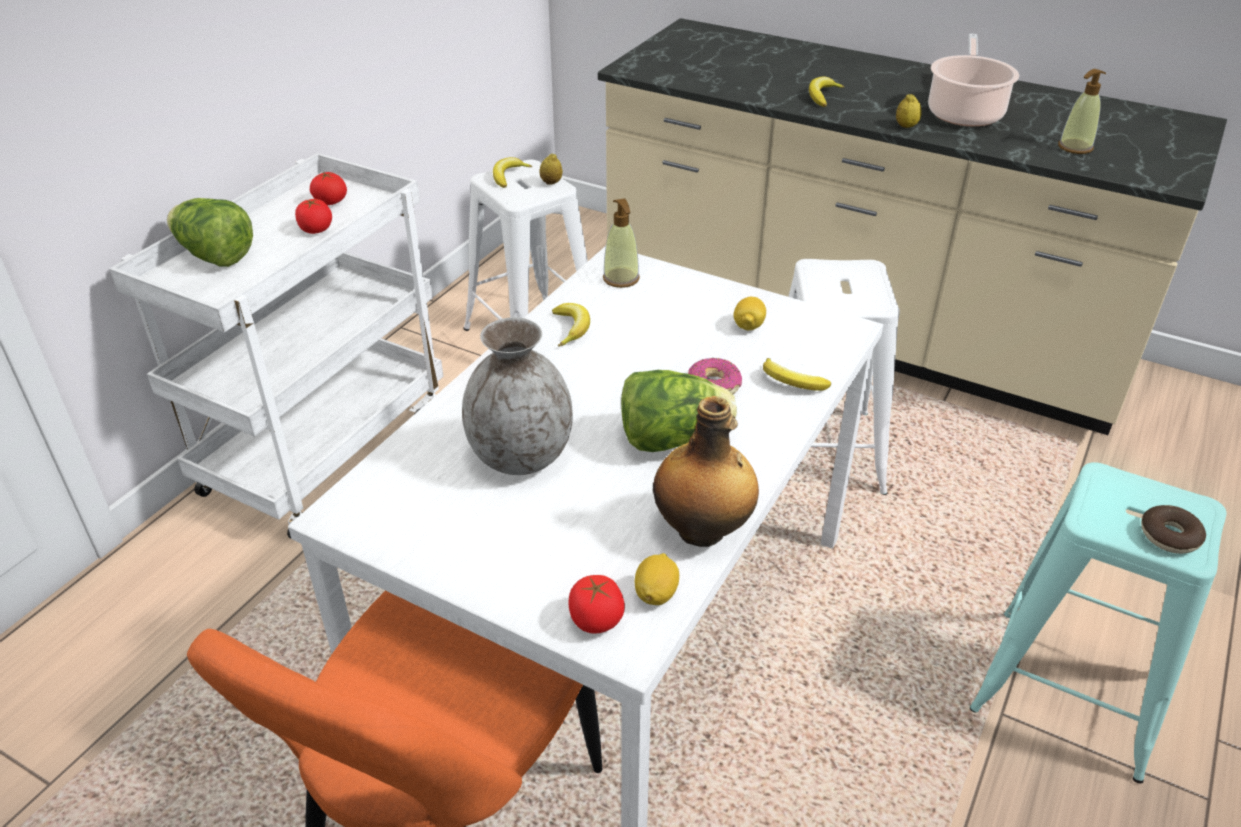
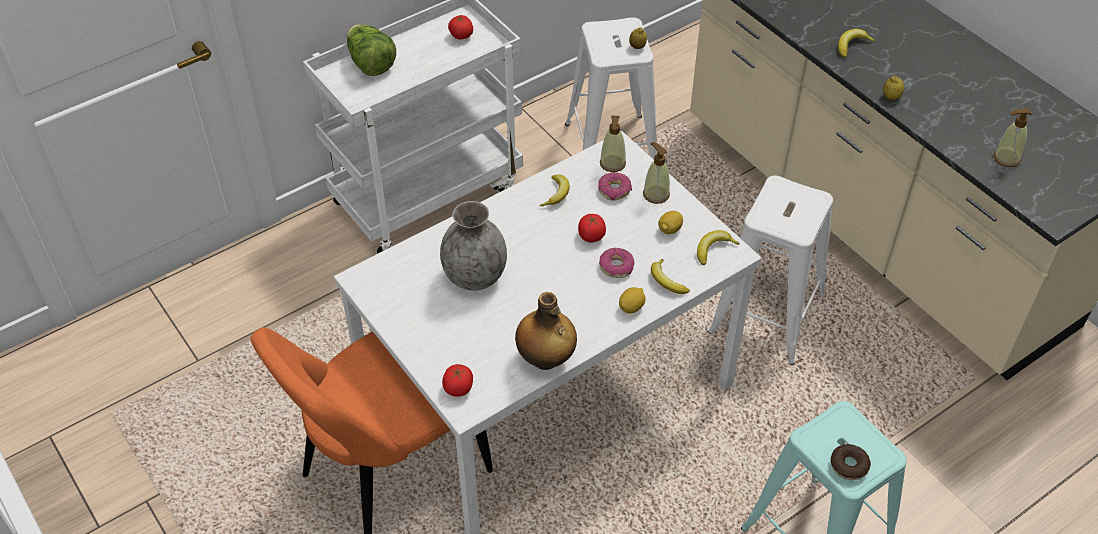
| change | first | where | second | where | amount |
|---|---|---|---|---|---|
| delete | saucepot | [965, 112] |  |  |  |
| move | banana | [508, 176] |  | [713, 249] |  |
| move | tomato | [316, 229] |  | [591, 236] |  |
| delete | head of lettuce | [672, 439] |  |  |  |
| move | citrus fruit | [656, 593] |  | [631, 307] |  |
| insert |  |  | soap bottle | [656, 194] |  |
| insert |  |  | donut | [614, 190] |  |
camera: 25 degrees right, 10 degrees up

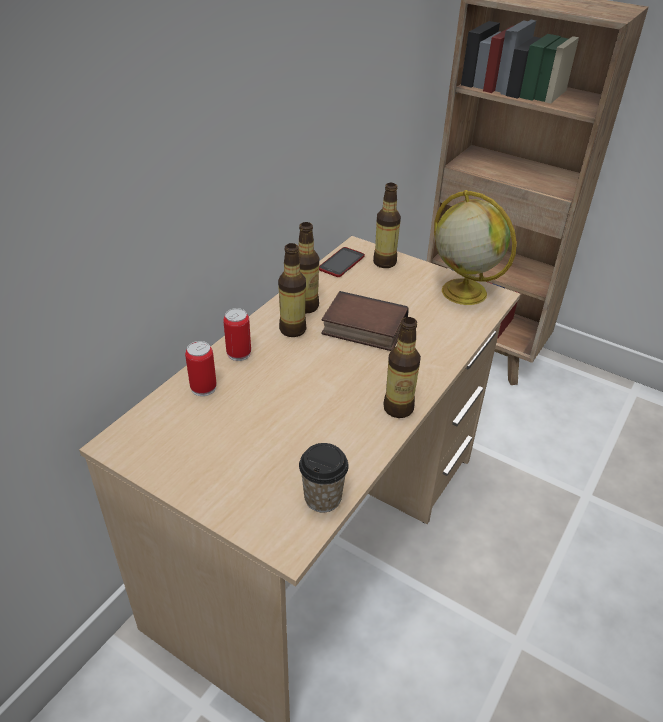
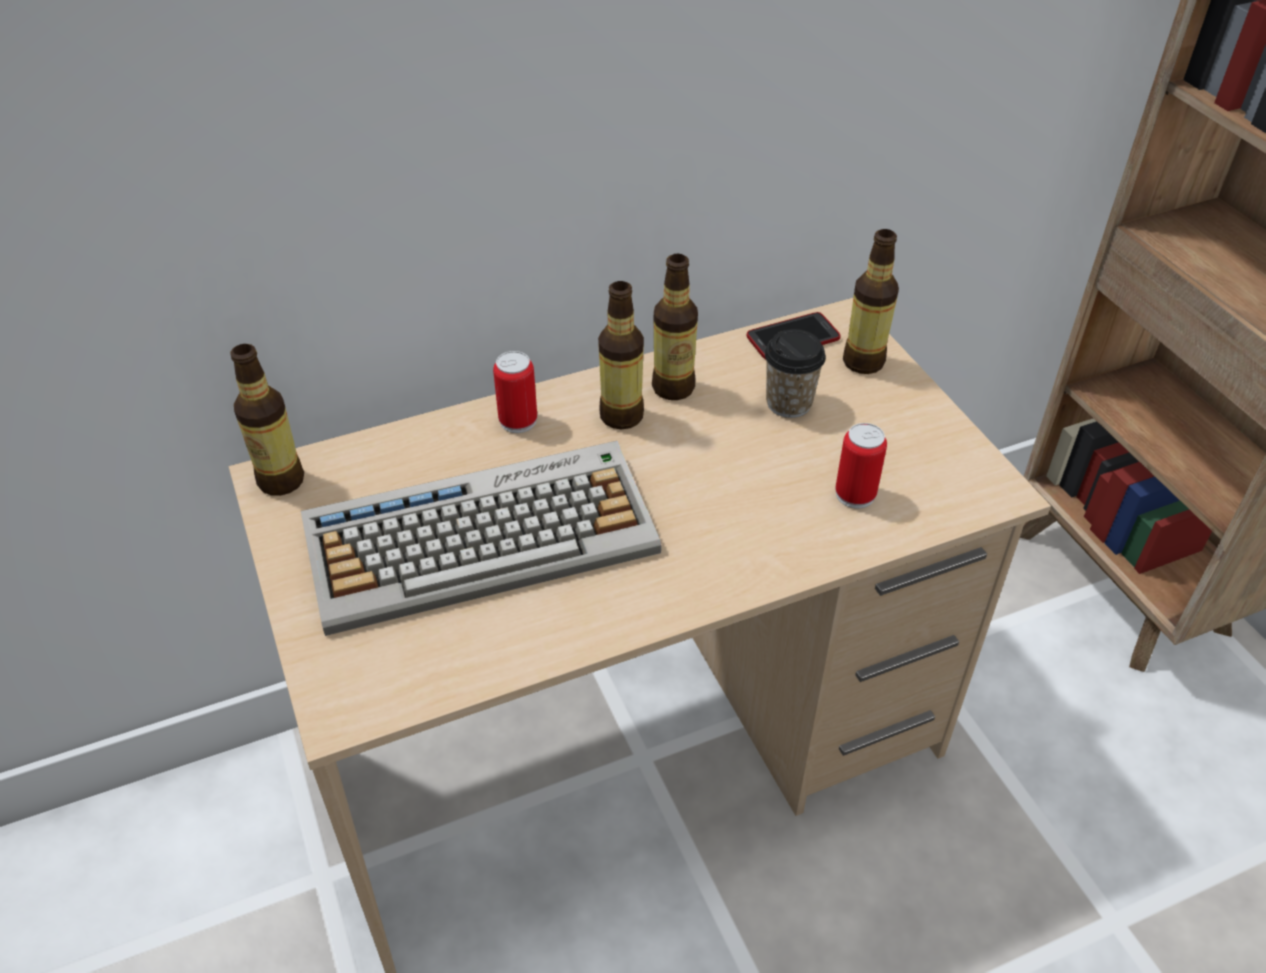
| change | first | where | second | where | amount |
|---|---|---|---|---|---|
| delete | globe | [462, 291] |  |  |  |
| delete | volume | [362, 328] |  |  |  |
| move | drink bottle | [398, 408] |  | [281, 481] |  |
| move | can | [203, 388] |  | [855, 494] |  |
| move | cup | [322, 498] |  | [789, 403] |  |
| insert |  |  | computer keyboard | [483, 536] |  |
camera: 35 degrees right, 5 degrees up

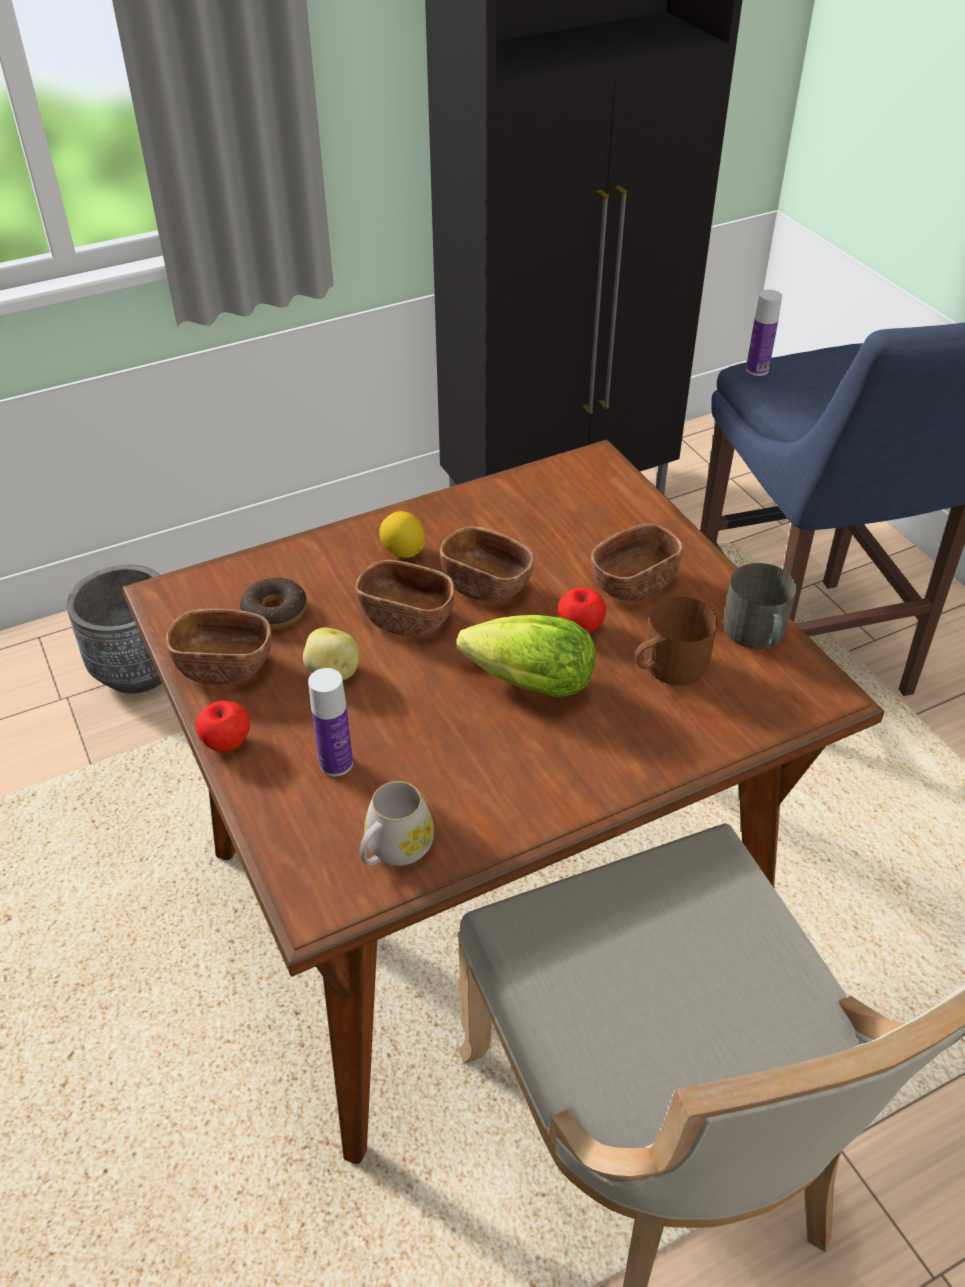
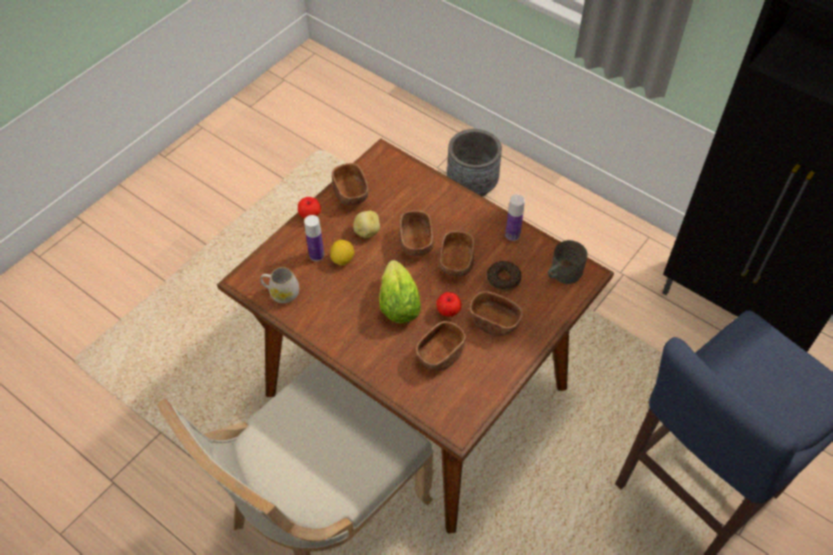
| change | first | where | second | where | amount |
|---|---|---|---|---|---|
| move | drink bottle | [757, 370] |  | [512, 235] |  |
| move | citrus fruit | [403, 552] |  | [342, 259] |  |
| move | gray tea mug | [756, 635] |  | [562, 273] |  |
| move | donut | [275, 612] |  | [503, 279] |  |
| replace | brown-coloured tea mug | [667, 667] | brown-coloured serving bowl | [440, 355] |  |
camera: 65 degrees right, 10 degrees up

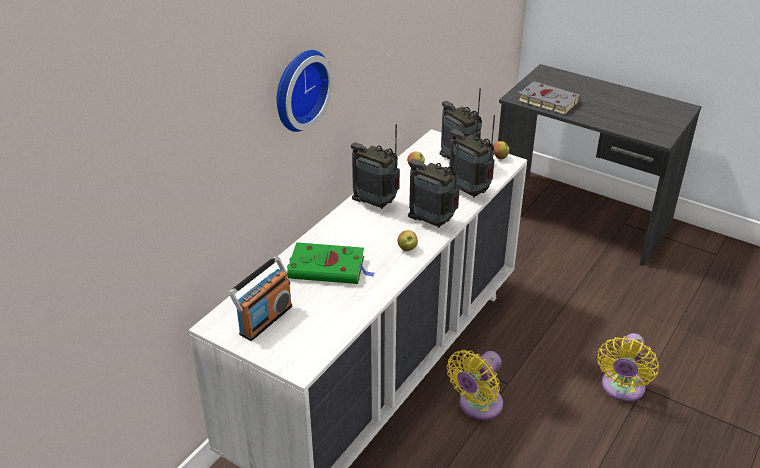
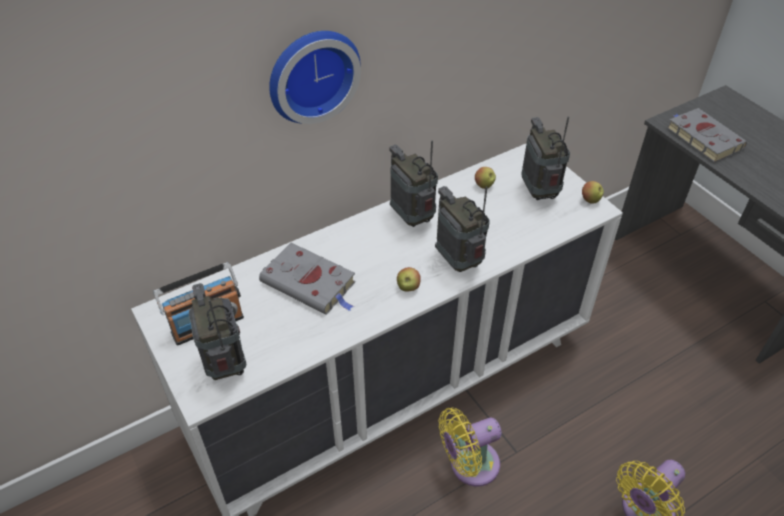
| change | first | where | second | where | amount |
|---|---|---|---|---|---|
| move | radio set | [470, 192] |  | [226, 366] |  |
| recolor | green-coloured volume | [329, 268] | gray volume | [310, 283] |  |
camera: 25 degrees right, 10 degrees up

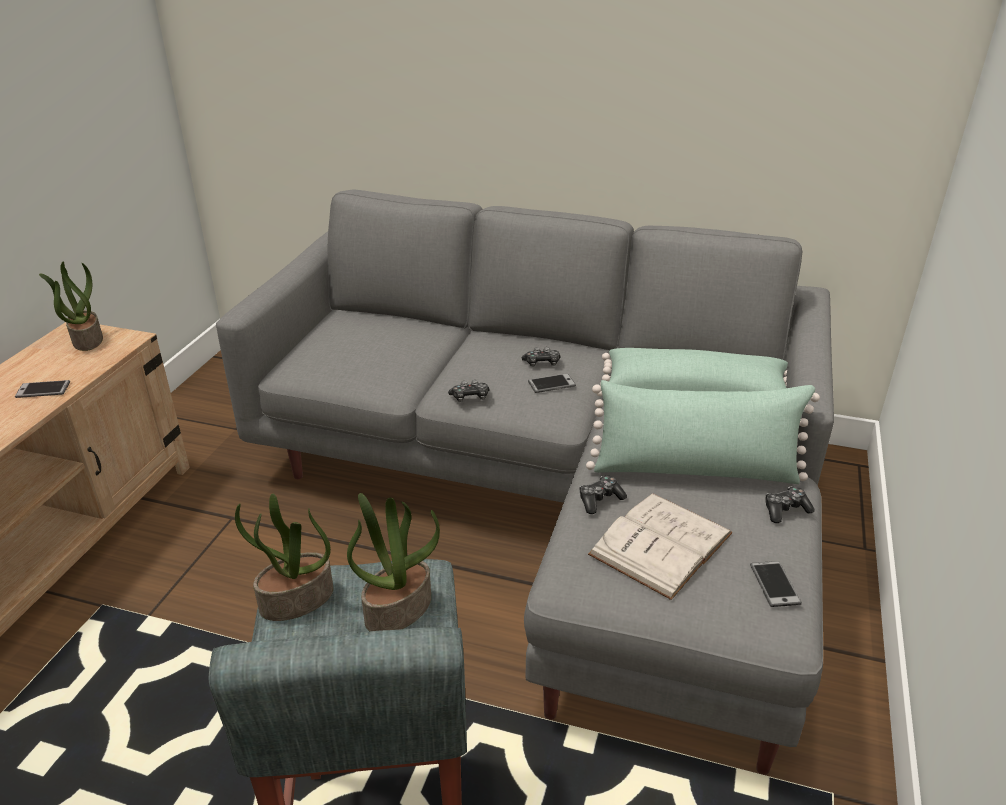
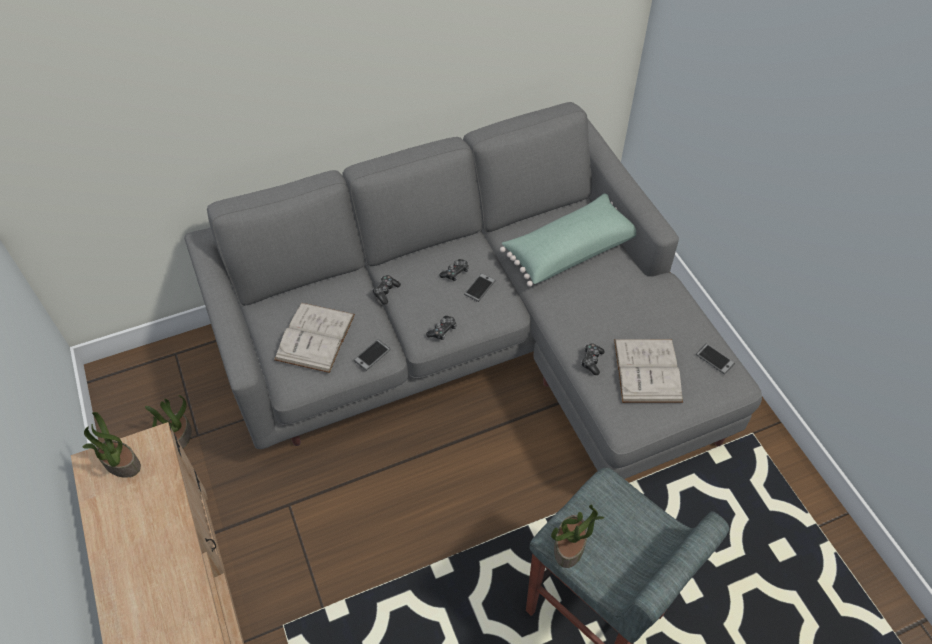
| change | first | where | second | where | amount |
|---|---|---|---|---|---|
| move | handset | [43, 390] |  | [372, 355] |  |
| delete | green-coloured cushion | [695, 470] |  |  |  |
| move | gamepad | [785, 510] |  | [385, 292] |  |
| move | potted plant | [398, 608] |  | [179, 435] |  |
| insert |  |  | whitish volume | [315, 337] |  |
camera: 40 degrees left, 20 degrees up

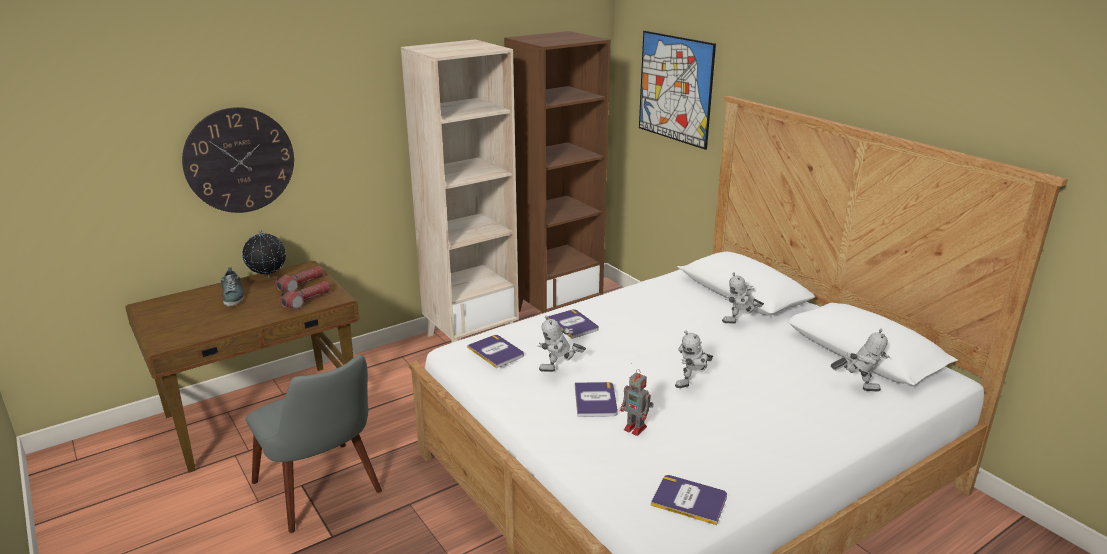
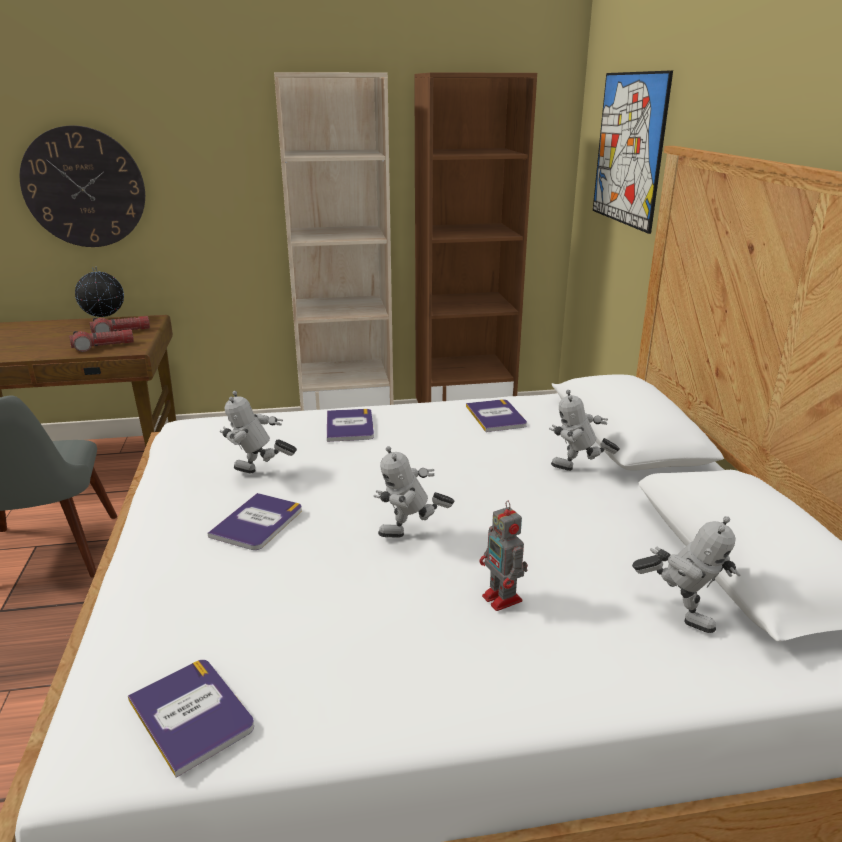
| change | first | where | second | where | amount |
|---|---|---|---|---|---|
| delete | item of footwear | [233, 296] |  |  |  |
| move | volume | [496, 352] |  | [496, 416] |  |
| move | toy robot | [636, 428] |  | [503, 599] |  |
camera: 25 degrees right, 0 degrees up

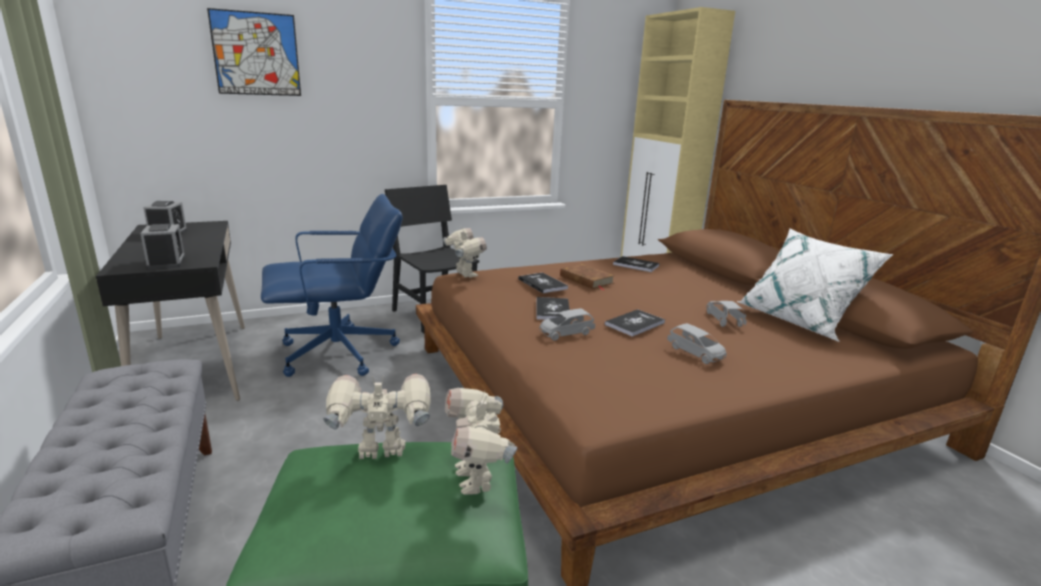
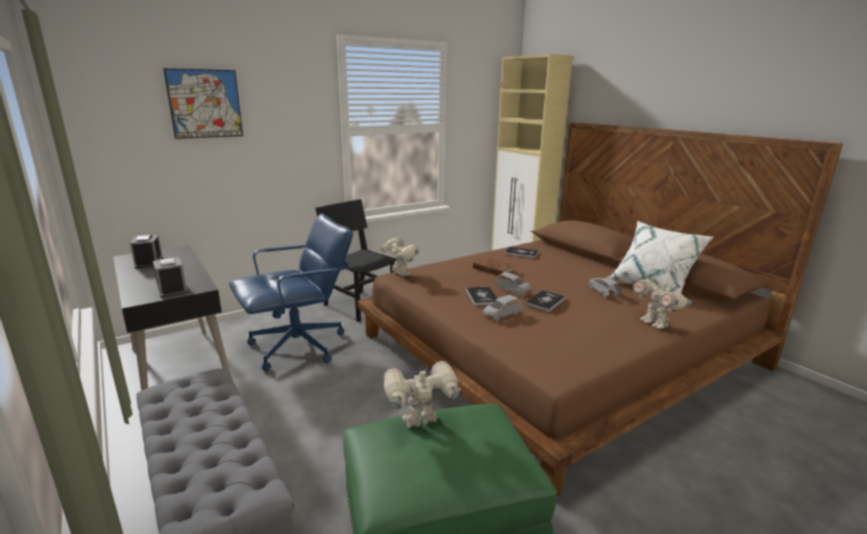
| change | first | where | second | where | amount |
|---|---|---|---|---|---|
| delete | volume | [542, 284] |  |  |  |
| move | gray toy car | [695, 353] |  | [512, 290] |  |
| move | toy robot | [476, 479] |  | [655, 323] |  |
camera: 10 degrees left, 0 degrees up

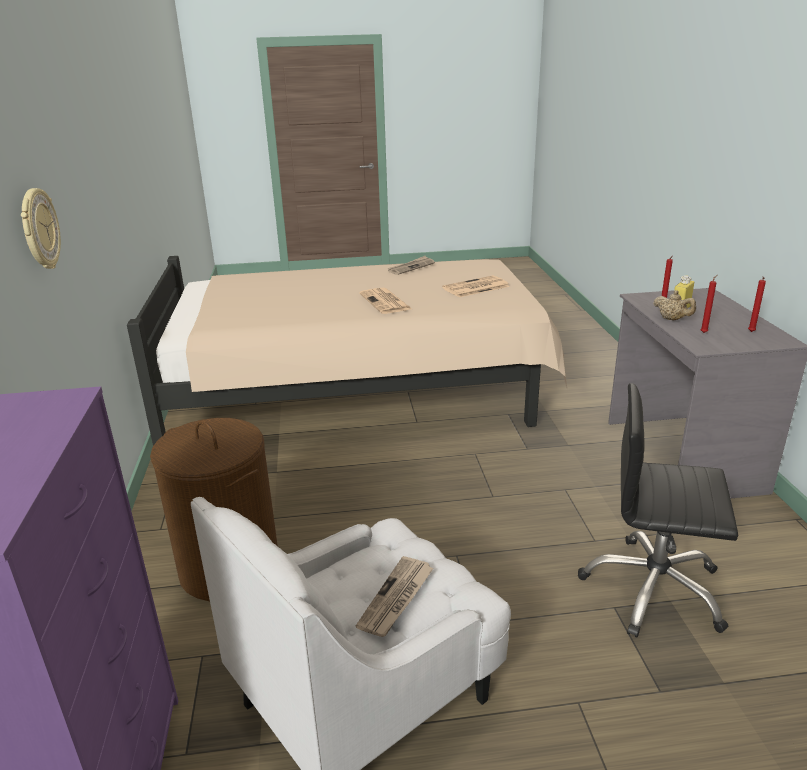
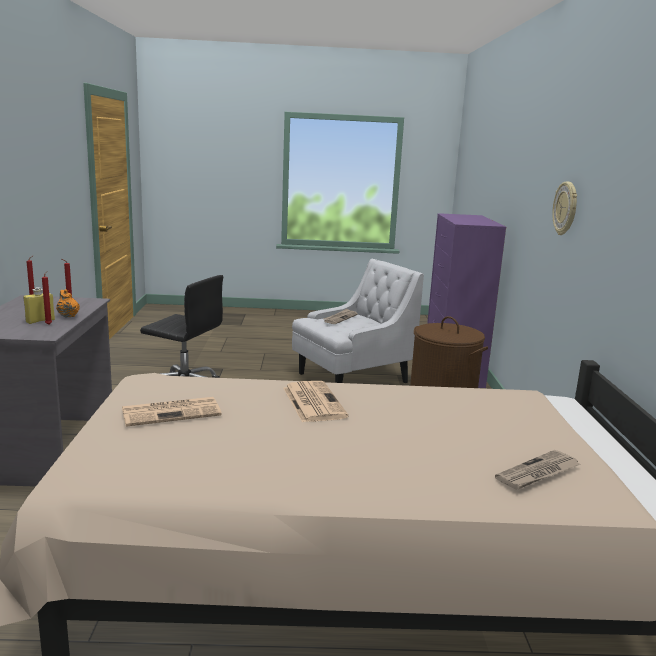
| change | first | where | second | where | amount |
|---|---|---|---|---|---|
| move | newspaper | [411, 267] |  | [538, 473] |  |
| recolor | beige pot for tea | [672, 319] | orangey pot for tea | [68, 316] |  |
camera: 175 degrees left, 10 degrees down

